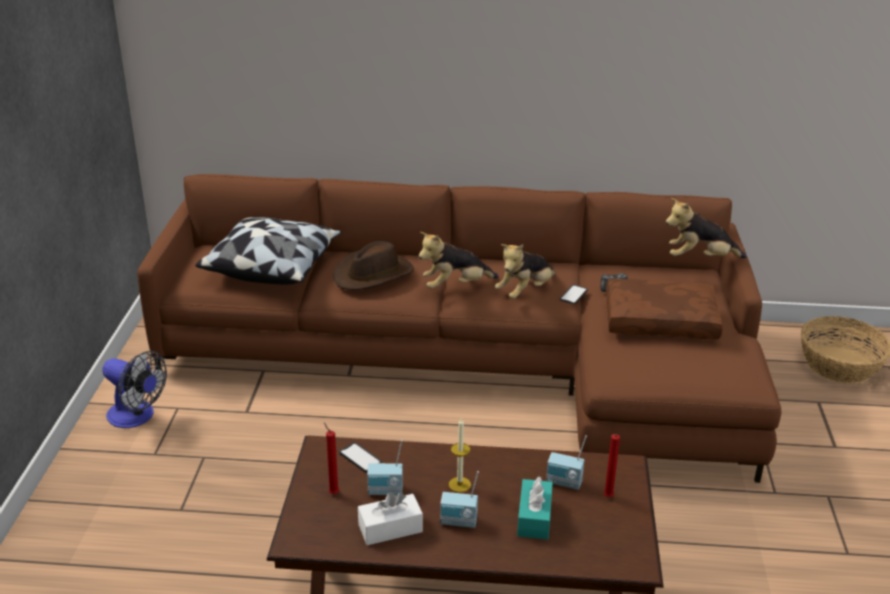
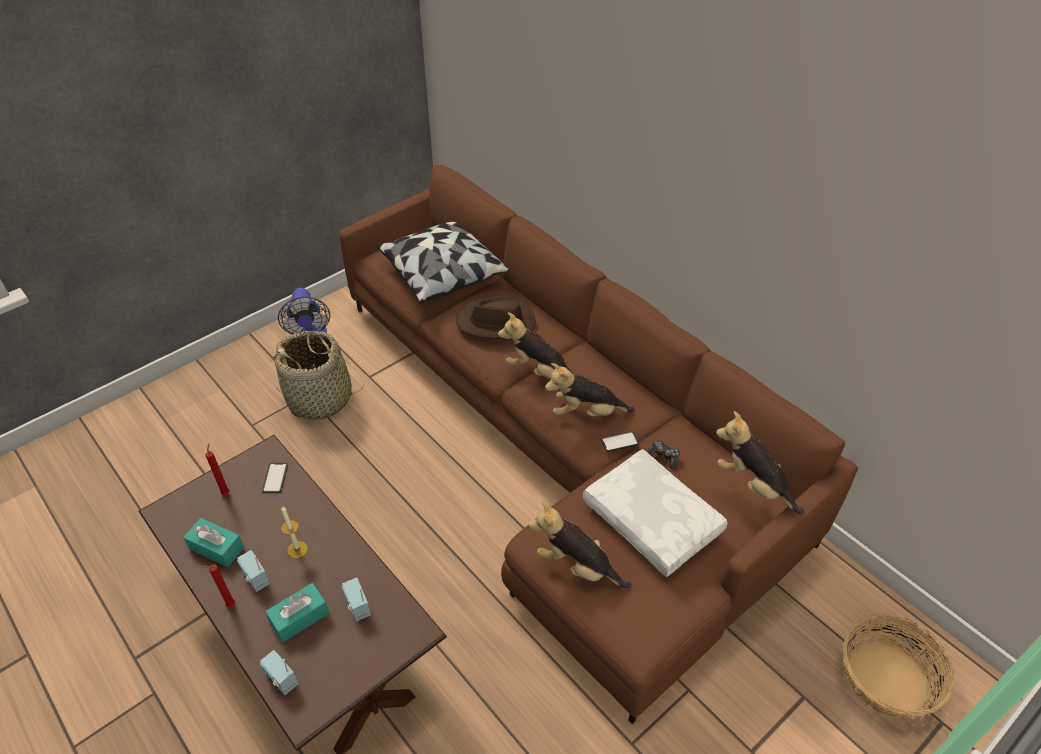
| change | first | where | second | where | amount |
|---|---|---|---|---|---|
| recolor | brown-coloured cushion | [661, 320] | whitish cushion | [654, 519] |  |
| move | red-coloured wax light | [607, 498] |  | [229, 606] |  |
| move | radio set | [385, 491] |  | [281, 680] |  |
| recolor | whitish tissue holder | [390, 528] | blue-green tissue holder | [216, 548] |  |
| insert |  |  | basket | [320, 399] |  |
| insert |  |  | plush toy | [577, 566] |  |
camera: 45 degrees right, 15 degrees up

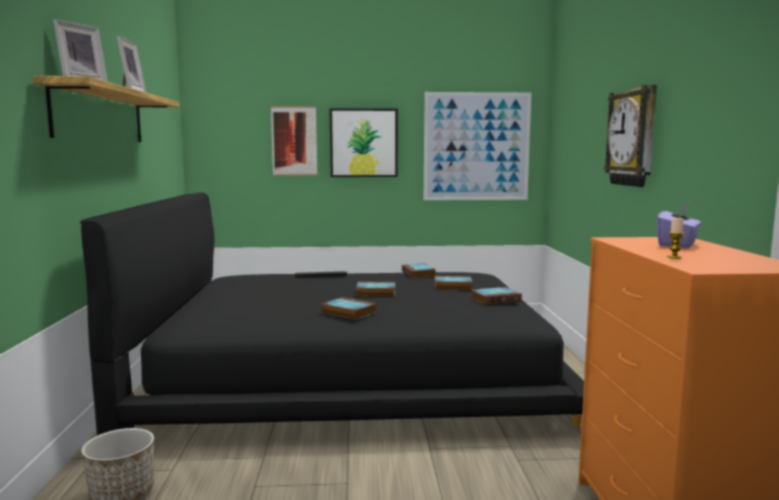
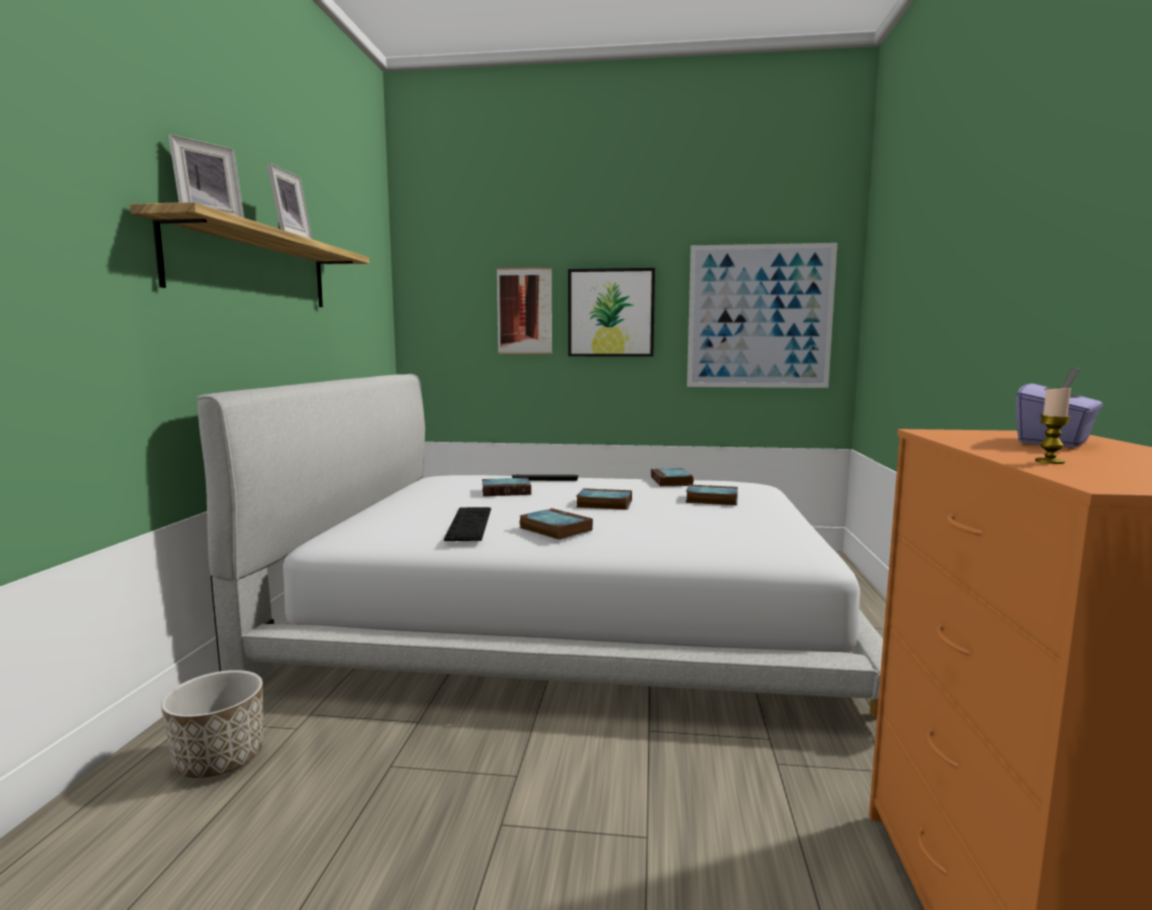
| change | first | where | second | where | amount |
|---|---|---|---|---|---|
| delete | hanging clock | [633, 138] |  |  |  |
| recolor | blackish bed | [349, 374] | whitish bed | [570, 609] |  |
| move | volume | [496, 299] |  | [507, 491] |  |
| insert |  |  | computer keyboard | [469, 523] |  |
camera: 10 degrees right, 0 degrees up

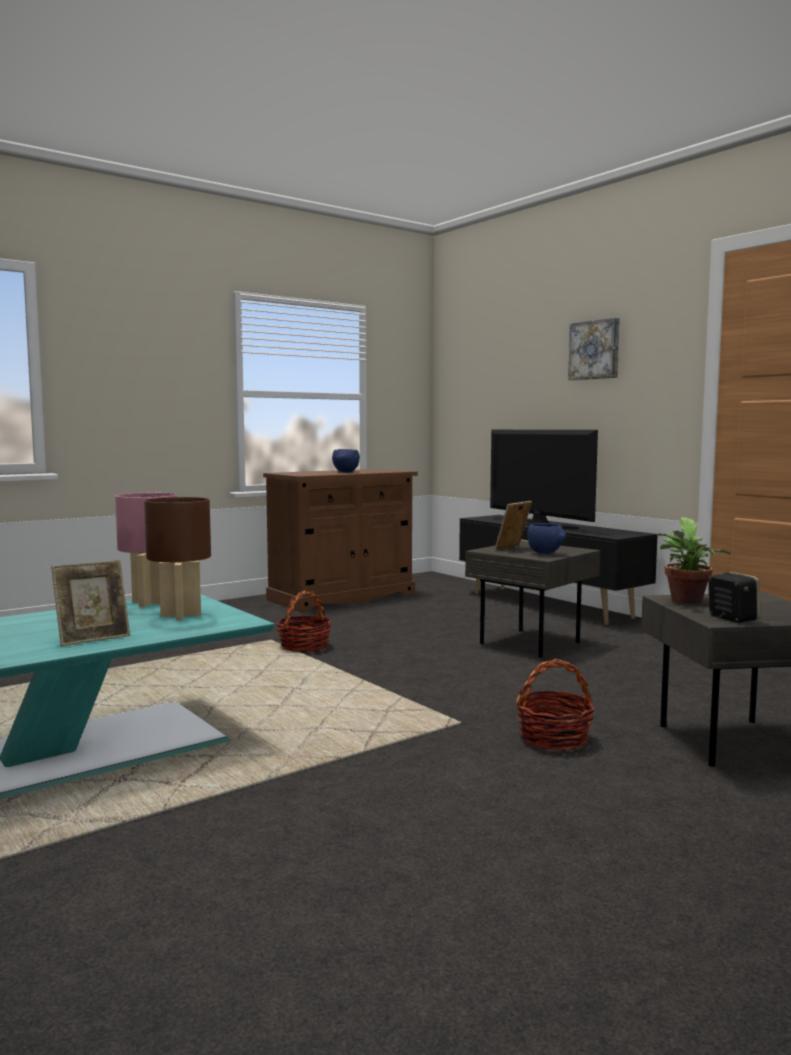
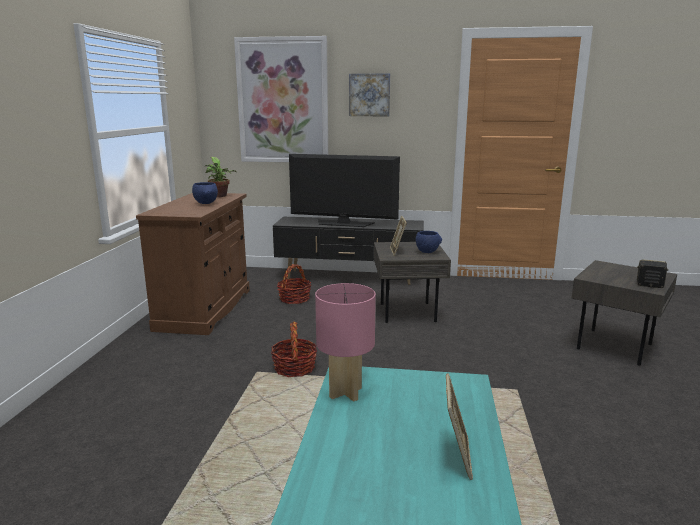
| change | first | where | second | where | amount |
|---|---|---|---|---|---|
| delete | brown-coloured table lamp | [181, 615] |  |  |  |
| move | potted plant | [687, 601] |  | [220, 196] |  |
| move | basket | [554, 738] |  | [294, 299] |  |
| insert |  |  | wall art | [283, 101] |  |
camera: 45 degrees left, 10 degrees up

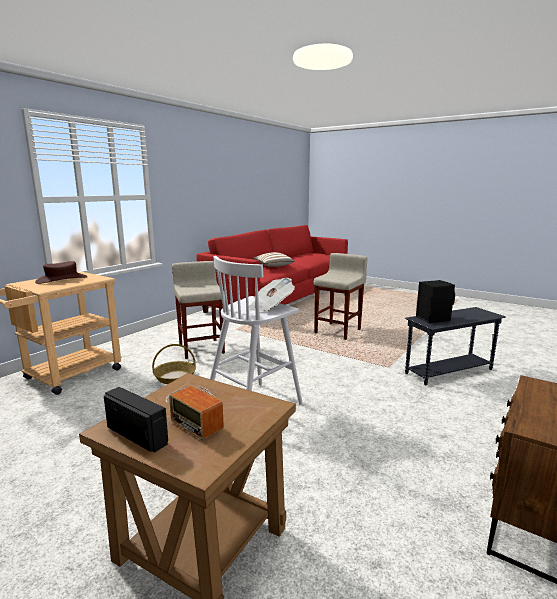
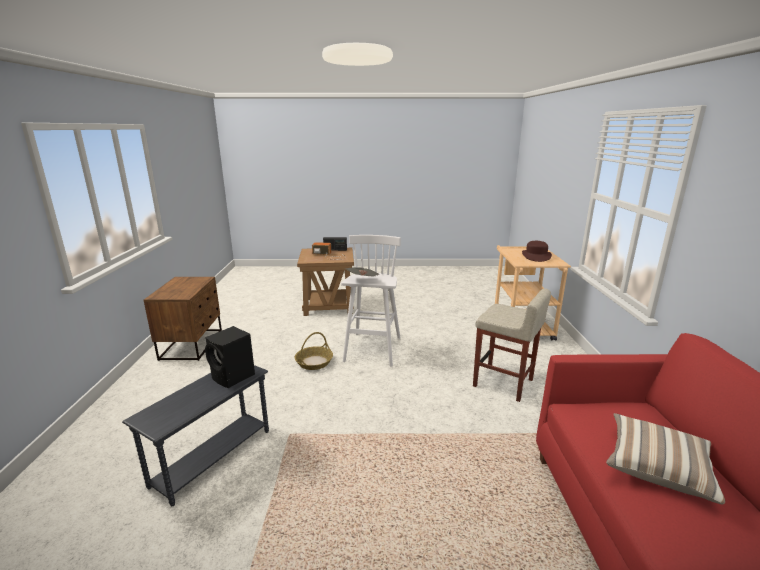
| change | first | where | second | where | amount |
|---|---|---|---|---|---|
| delete | beige stool seat | [338, 331] |  |  |  |
| move | basket | [174, 377] |  | [314, 362] |  |
camera: 145 degrees right, 5 degrees up

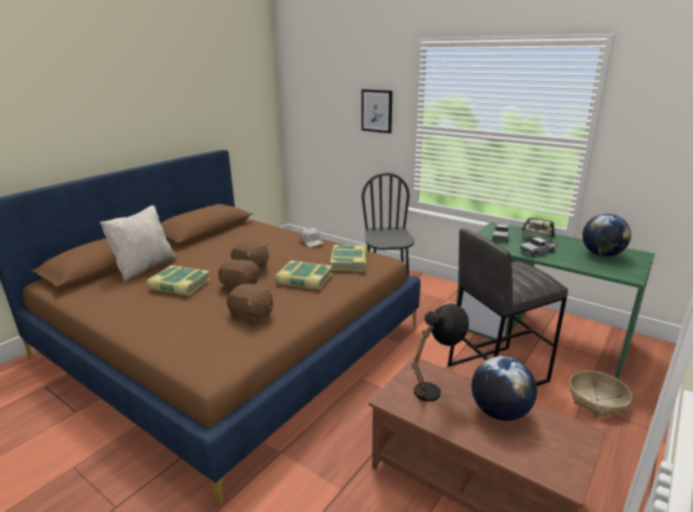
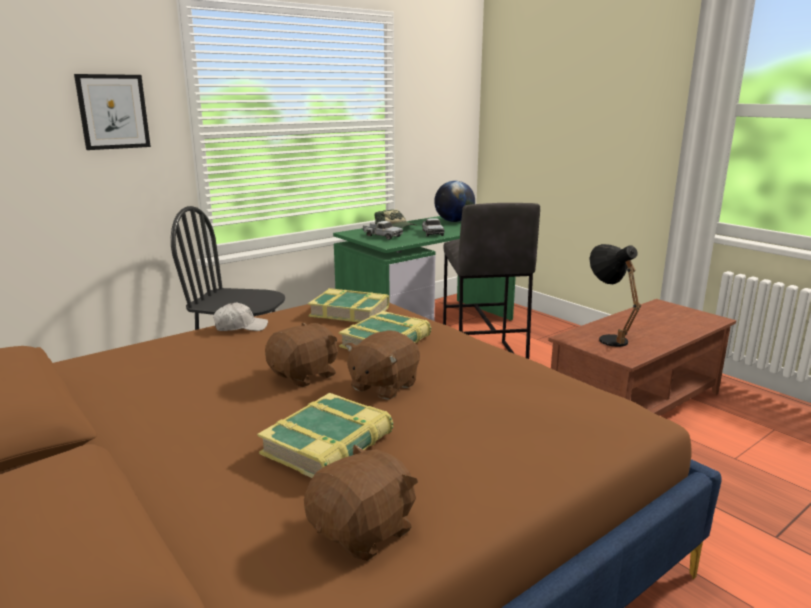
| change | first | where | second | where | amount |
|---|---|---|---|---|---|
| delete | beige cushion | [144, 268] |  |  |  |
| move | brown-coloured plush toy | [252, 316] |  | [364, 532] |  |
| delete | globe | [499, 412] |  |  |  |
| delete | basket | [597, 399] |  |  |  |
camera: 75 degrees left, 5 degrees down

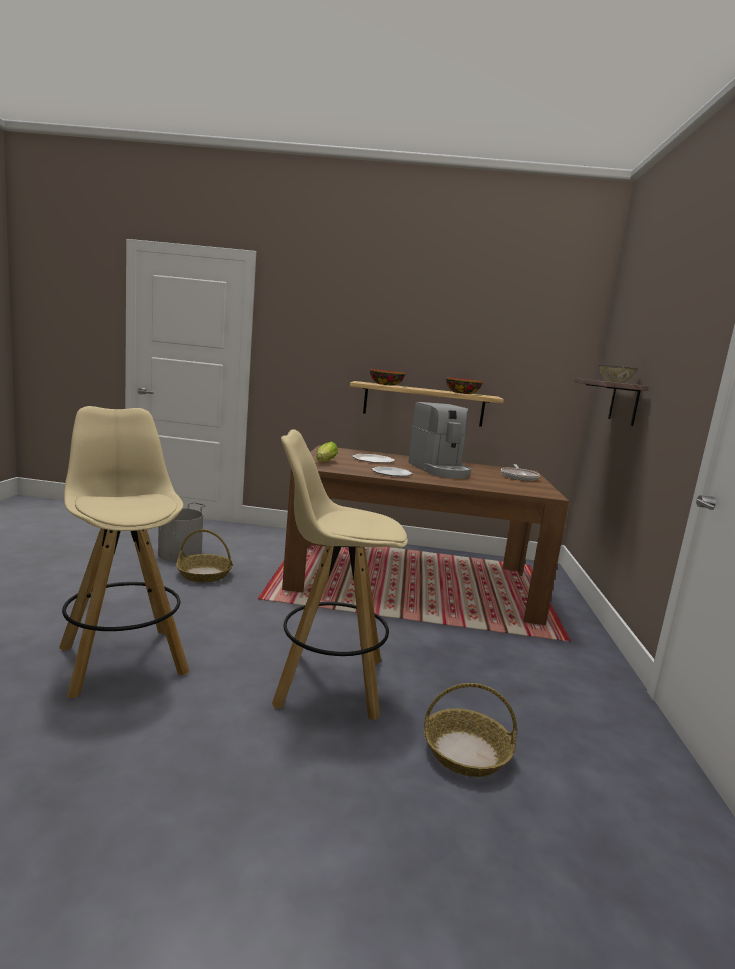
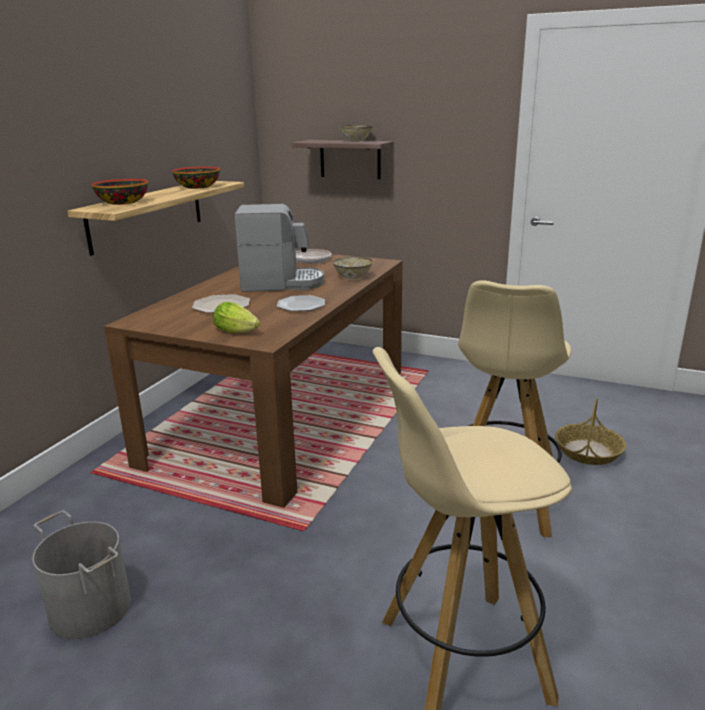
| change | first | where | second | where | amount |
|---|---|---|---|---|---|
| delete | basket | [205, 574] |  |  |  |
| insert |  |  | serving bowl | [352, 277] |  |
camera: 70 degrees left, 10 degrees up

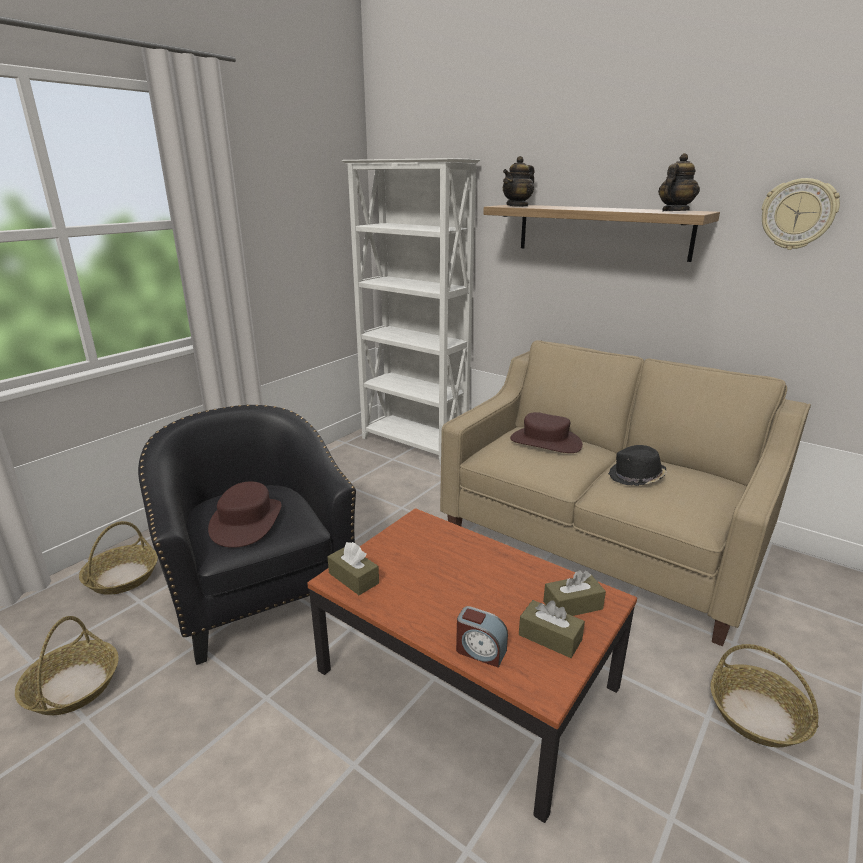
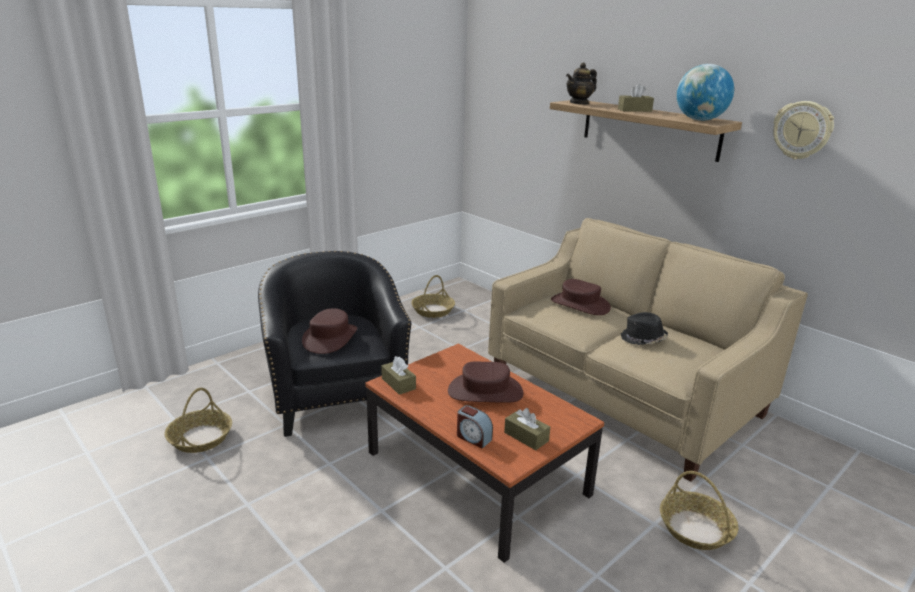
| change | first | where | second | where | amount |
|---|---|---|---|---|---|
| replace | pot for tea | [674, 211] | globe | [700, 120] |  |
| delete | whitish bookshelf | [414, 444] |  |  |  |
| move | basket | [122, 577] |  | [433, 310] |  |
| move | brown-coloured tissue holder | [572, 605] |  | [634, 110] |  |
| insert |  |  | brown-coloured hat | [485, 392] |  |
camera: 10 degrees right, 0 degrees up

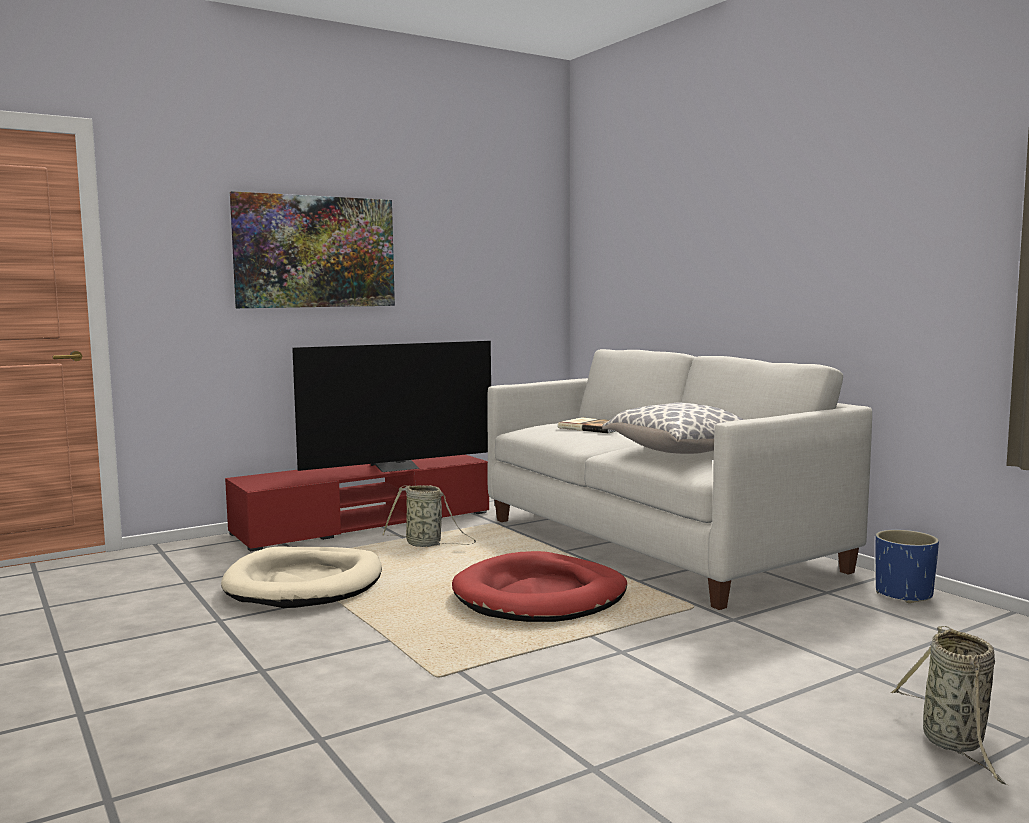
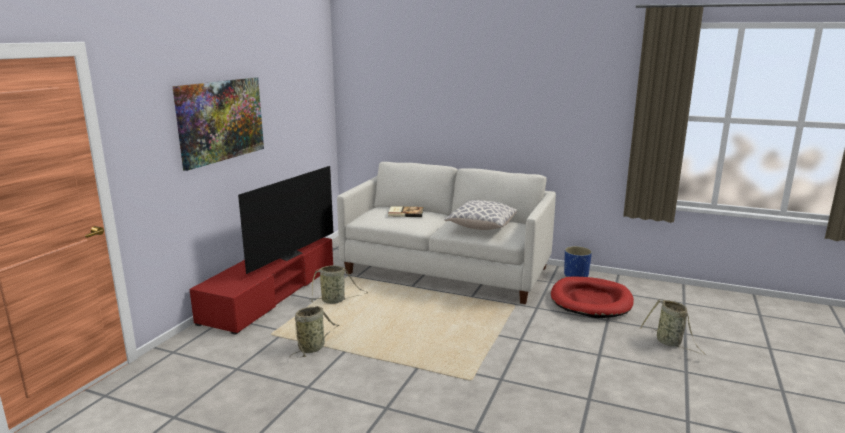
| change | first | where | second | where | amount |
|---|---|---|---|---|---|
| replace | beige pet bed | [305, 584] | basket | [313, 347] |  |
| move | red-coloured pet bed | [540, 596] |  | [591, 301] |  |
camera: 35 degrees left, 10 degrees up

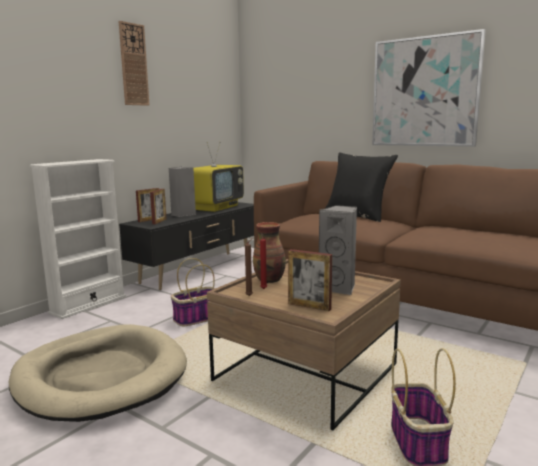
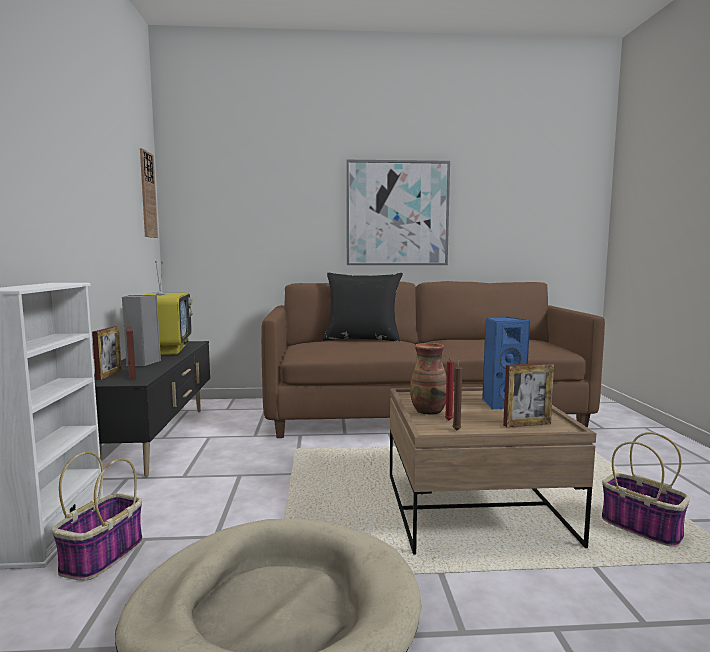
| change | first | where | second | where | amount |
|---|---|---|---|---|---|
| move | hanging clock | [133, 65] |  | [148, 195] |  |
| recolor | gray speaker | [339, 288] | blue speaker | [501, 404] |  |
| move | basket | [196, 319] |  | [102, 557] |  |
camera: 40 degrees left, 5 degrees down

